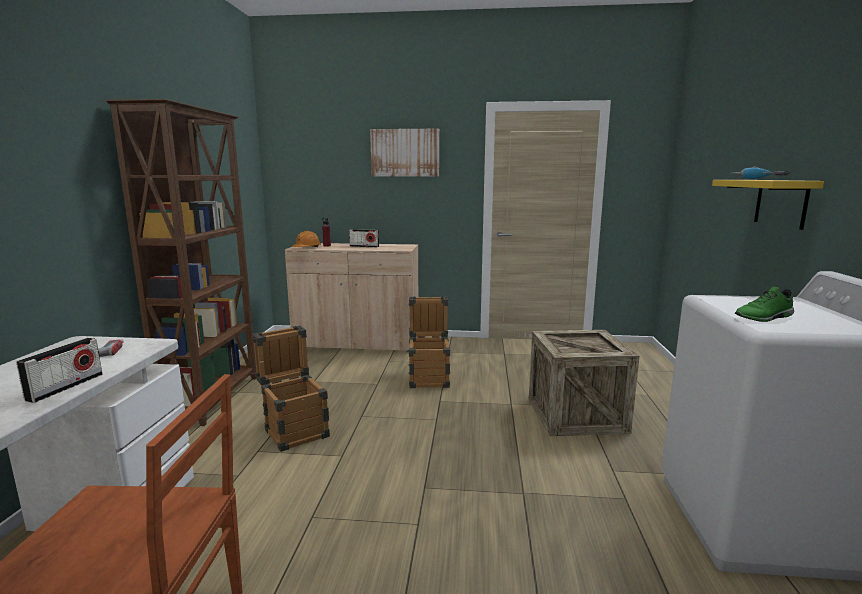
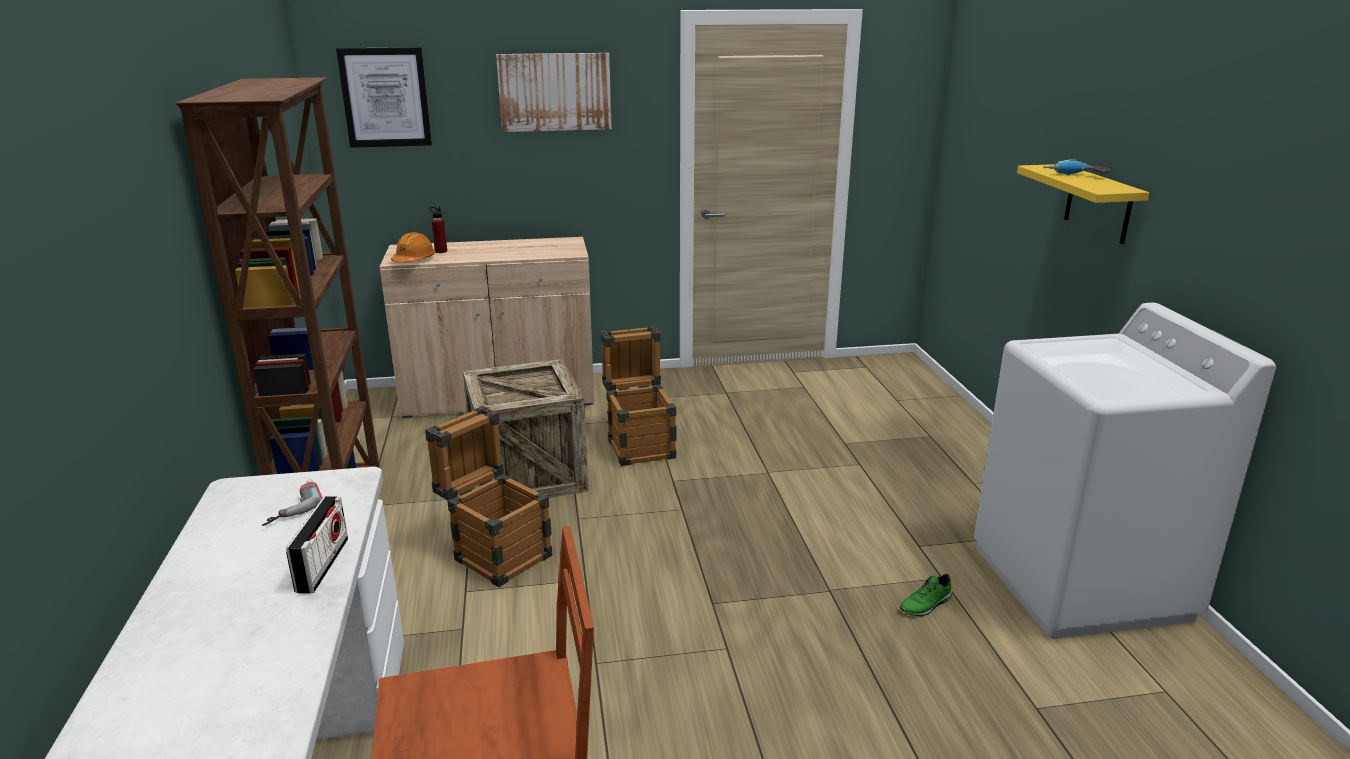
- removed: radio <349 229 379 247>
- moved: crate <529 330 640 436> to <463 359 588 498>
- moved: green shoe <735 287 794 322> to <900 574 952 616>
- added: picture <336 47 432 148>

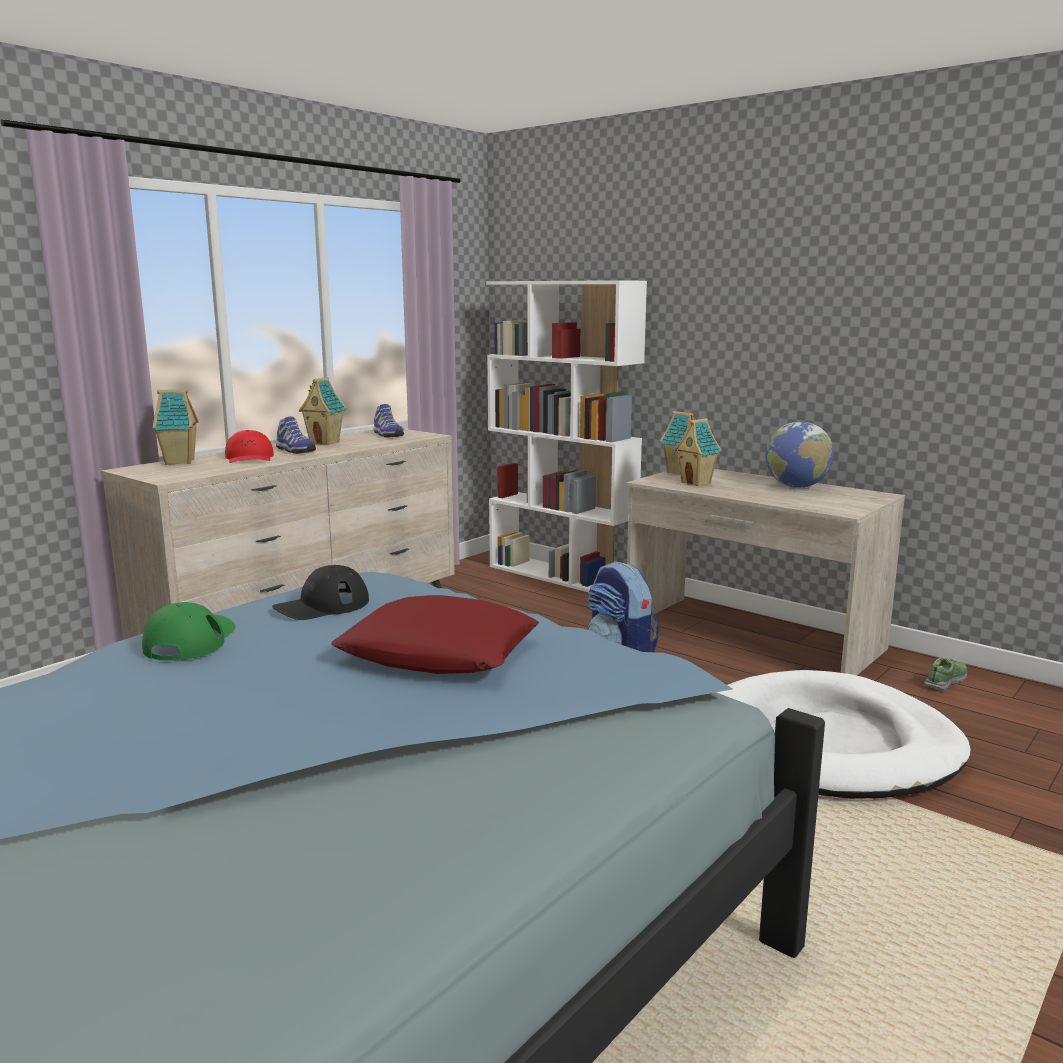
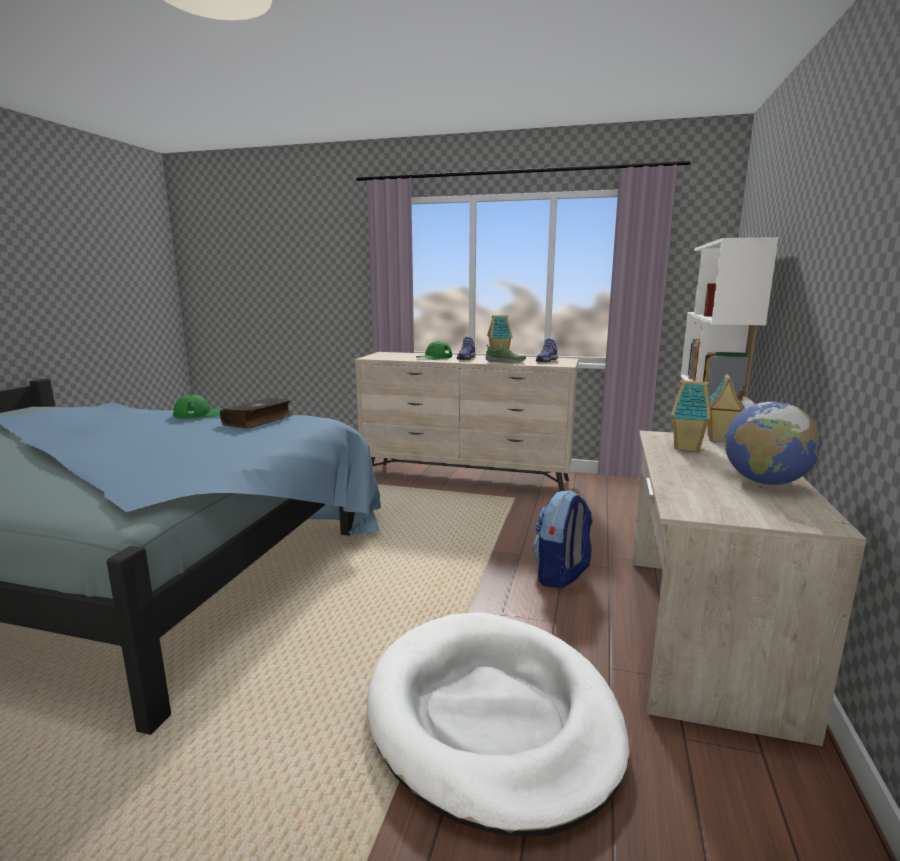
- removed: toy house <153 389 199 465>
- recoloured: red cap <225 430 274 463> to green cap <416 341 452 360>
- replaced: black cap <272 565 369 620> to book <220 398 292 429>
- removed: red pillow <331 595 539 674>
- moved: shoe <924 658 967 691> to <485 344 526 363>

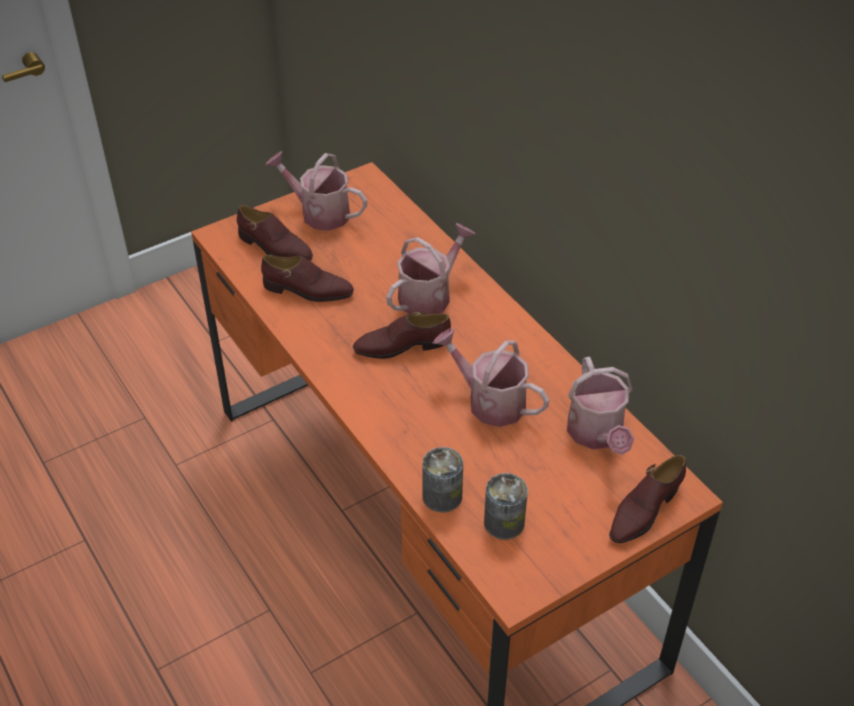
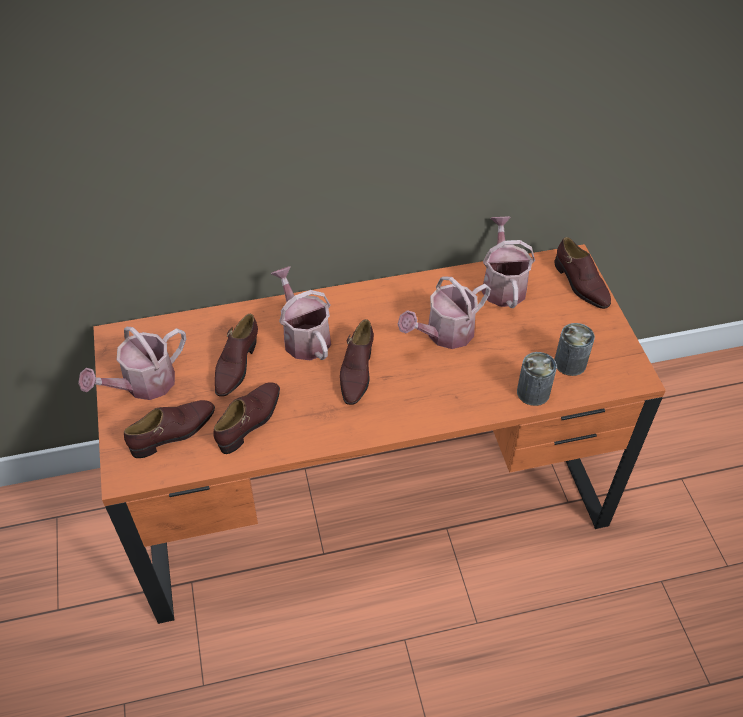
- turned: watering can <567 357 634 455> = <482 216 535 308> 105 degrees counterclockwise
- added: brown shoe <215 314 258 397>

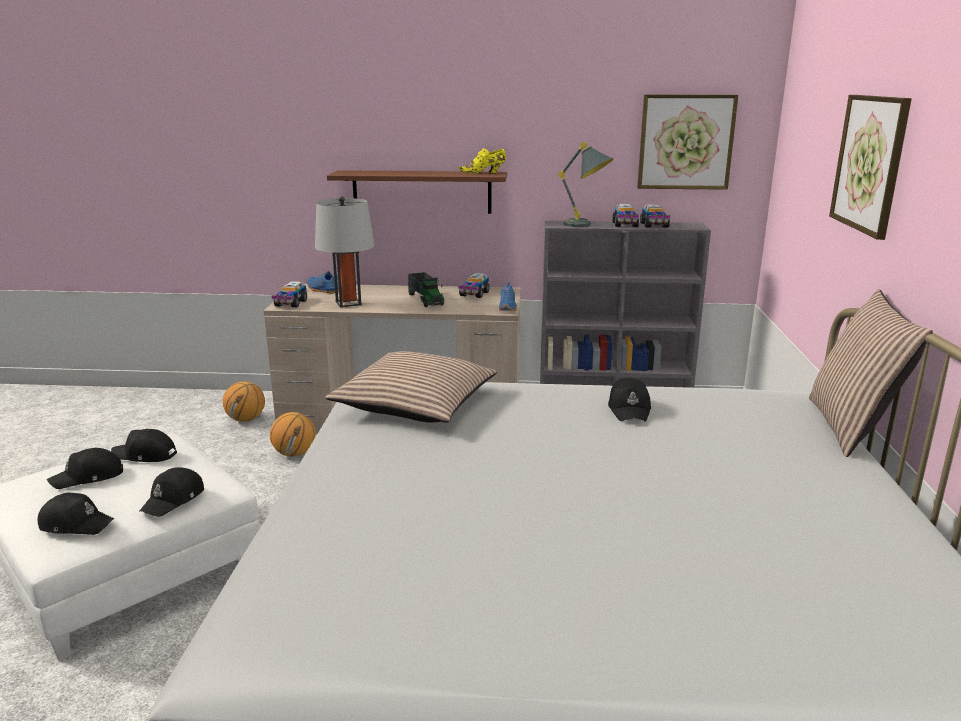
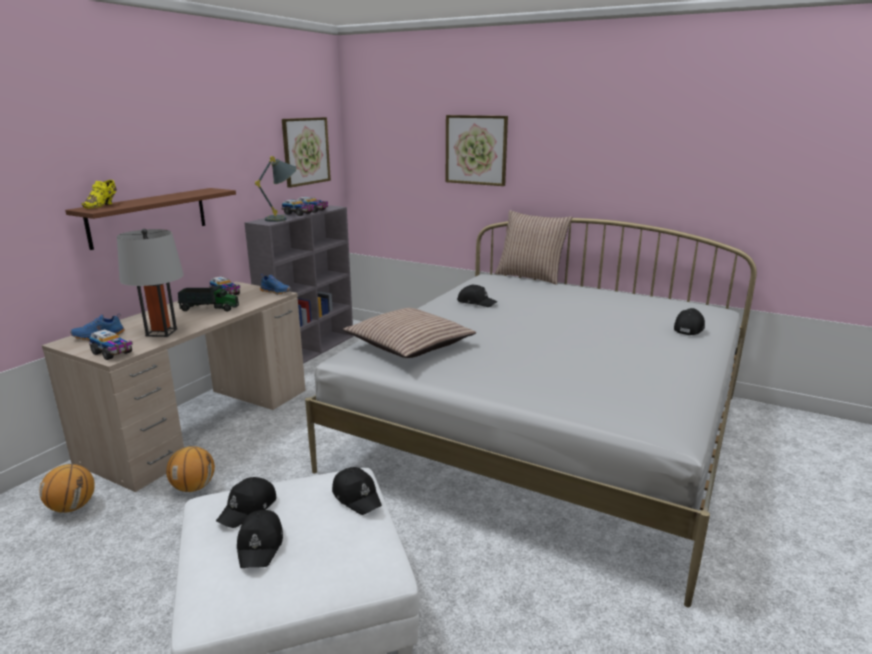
- moved: black cap <38 493 114 535> to <674 308 705 335>
- moved: yellow shoe <458 148 506 174> to <81 180 117 208>

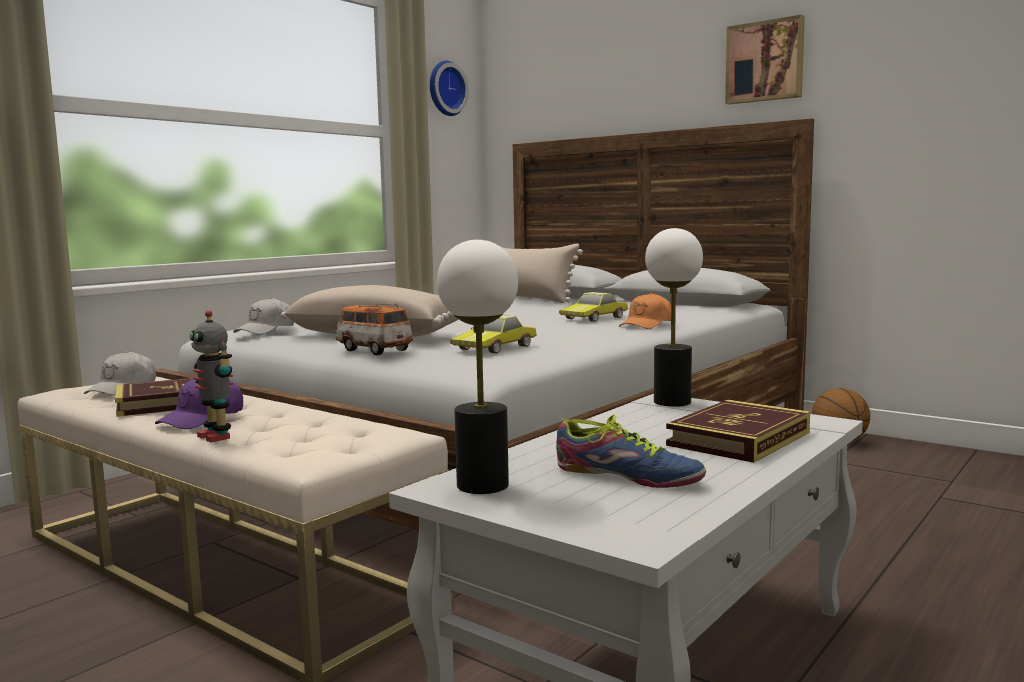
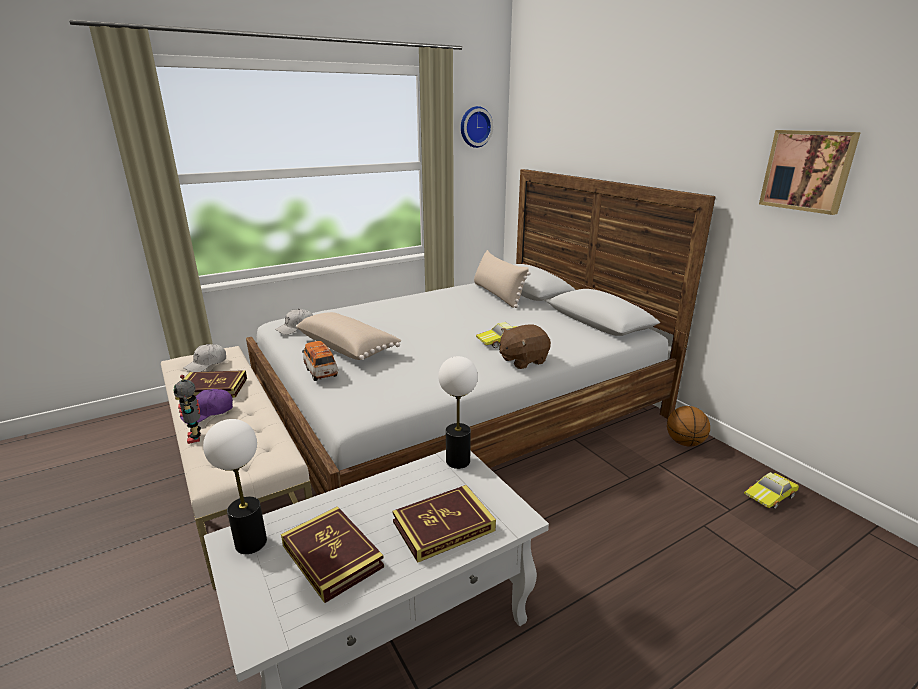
- moved: toy car <450 315 537 353> to <744 472 799 509>
- replaced: shoe <556 415 706 488> to book <281 506 384 603>
- replaced: orange cap <619 293 671 329> to brown plush toy <499 324 551 369>
- moved: picture <725 15 805 104> to <759 130 861 215>

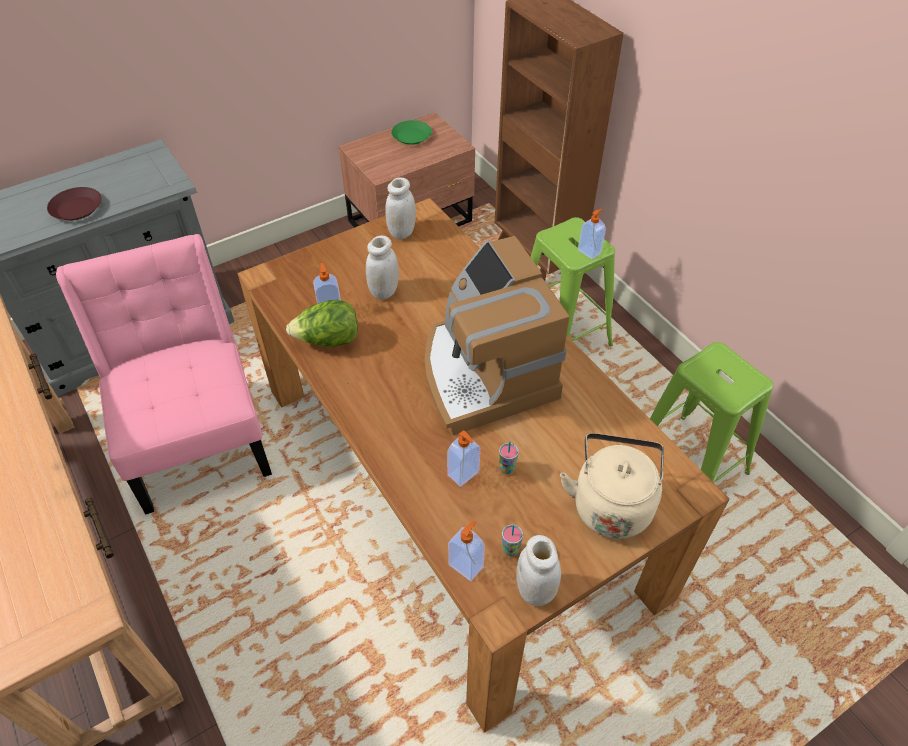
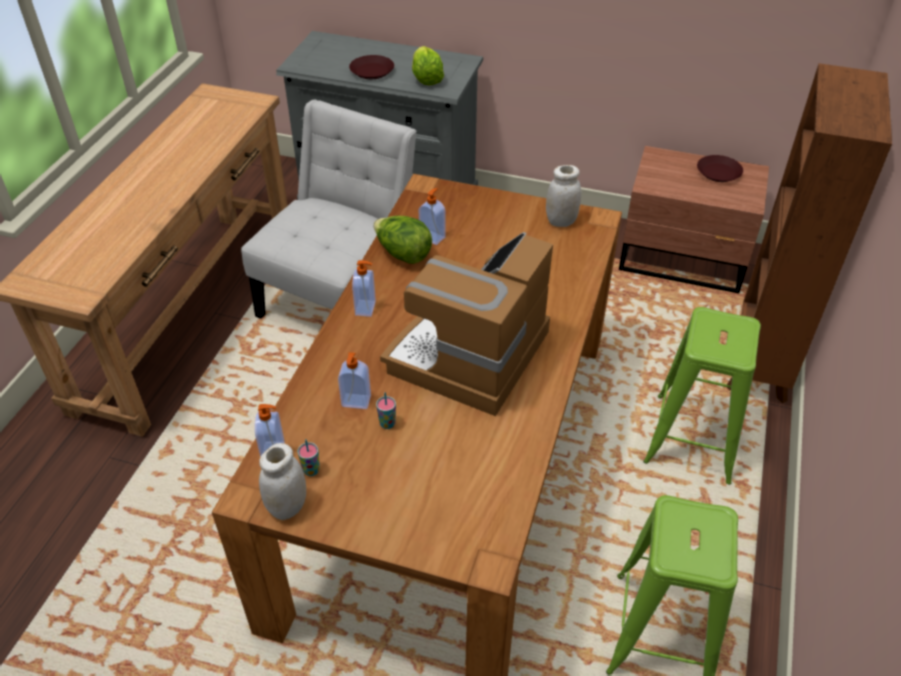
- recoloured: pink chair <56 234 272 514> to white chair <241 99 417 319>
- removed: white jar <366 235 399 300>
- recoloured: green plate <391 120 432 145> to brown plate <697 155 743 182>
- removed: beige kettle <560 433 664 539>
- moved: soap dispenser <578 209 606 259> to <352 260 376 317>
- added: lettuce <412 46 444 85>

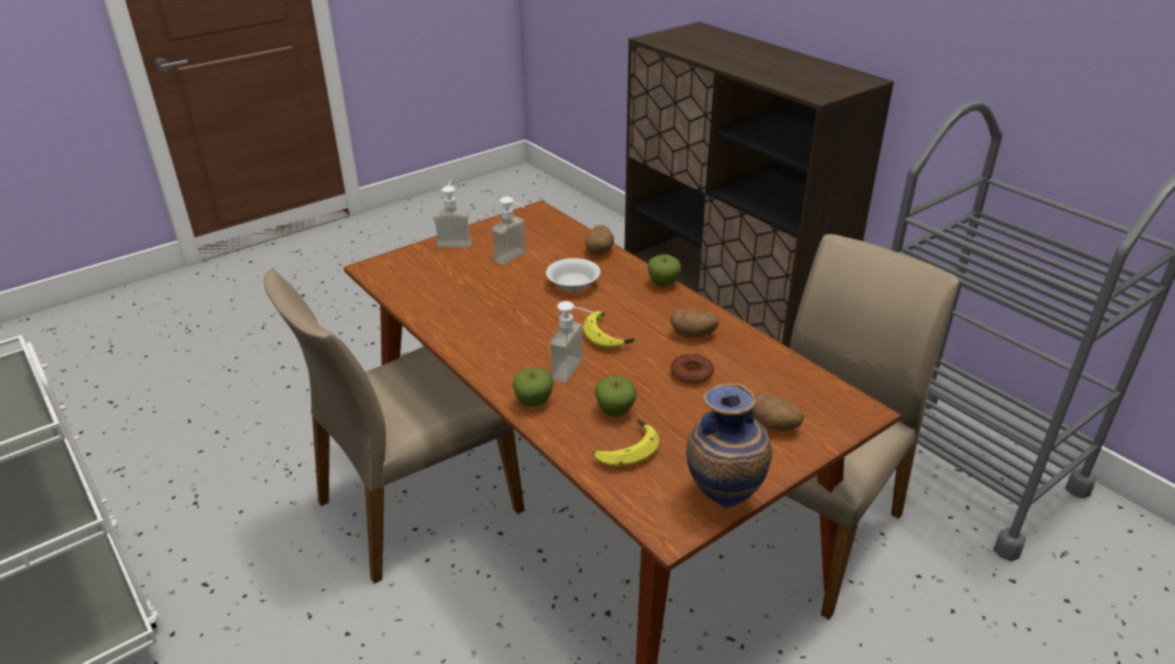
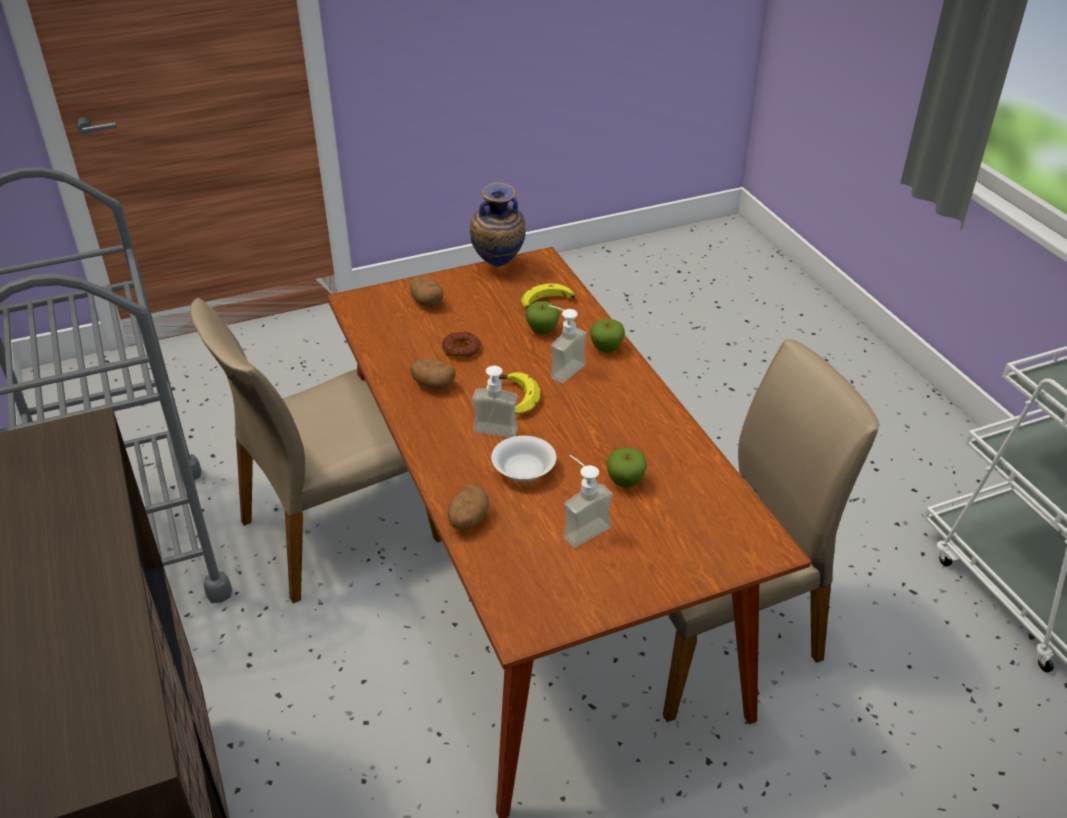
- moved: soap dispenser <433 180 472 248> to <472 366 518 438>
- moved: apple <648 255 681 287> to <606 447 647 487>

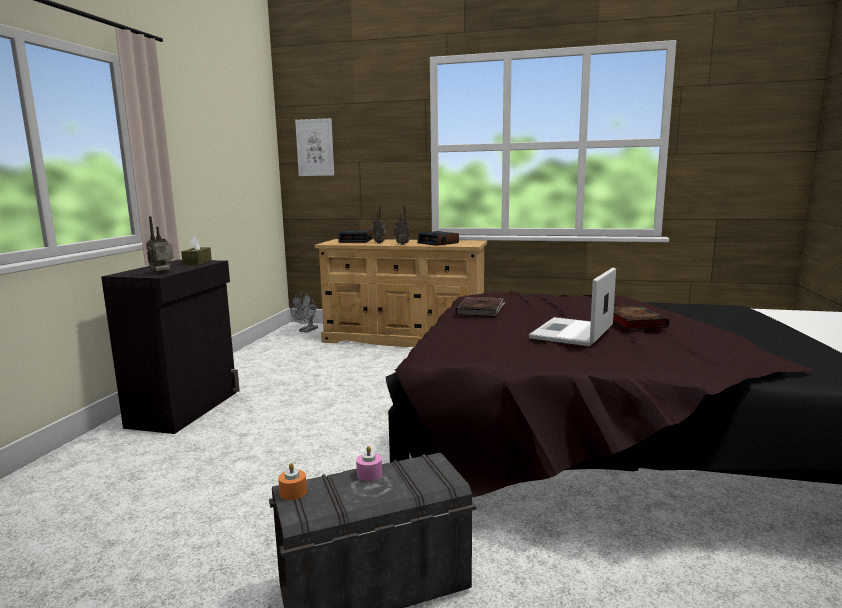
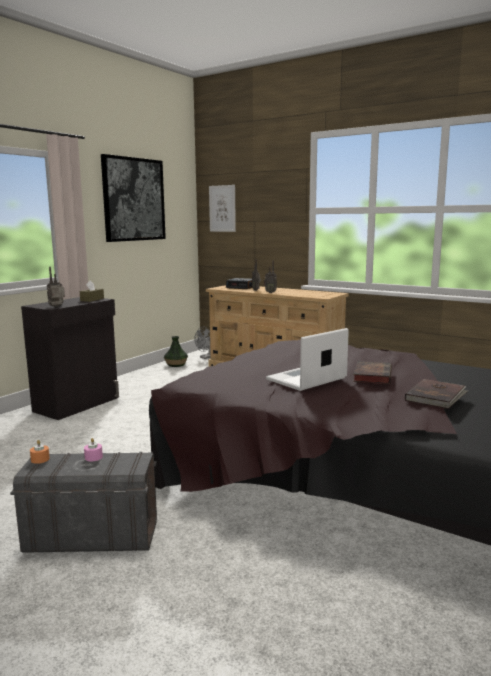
- removed: alarm clock <417 231 459 246>
- moved: brown book <455 297 506 317> to <405 379 468 409>
- added: picture <101 154 166 242>
- added: vase <164 336 188 367>

